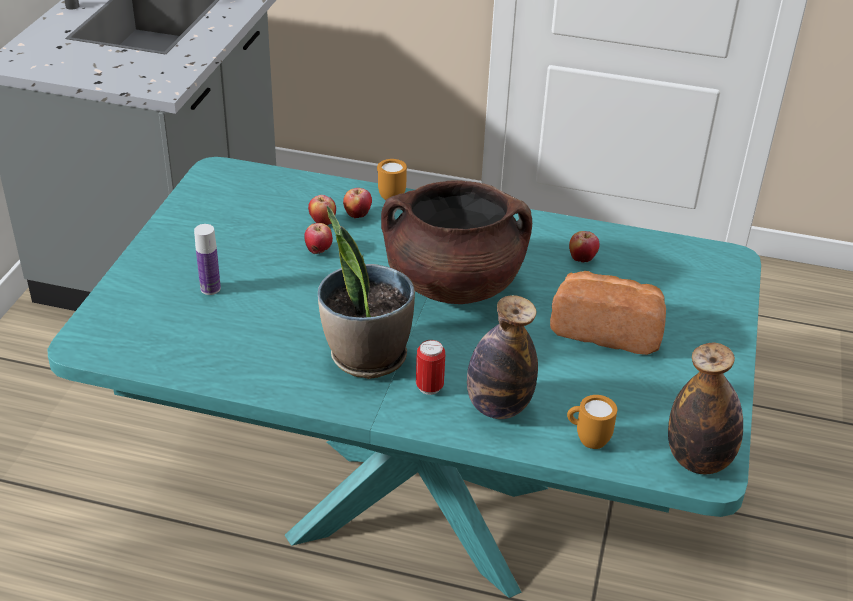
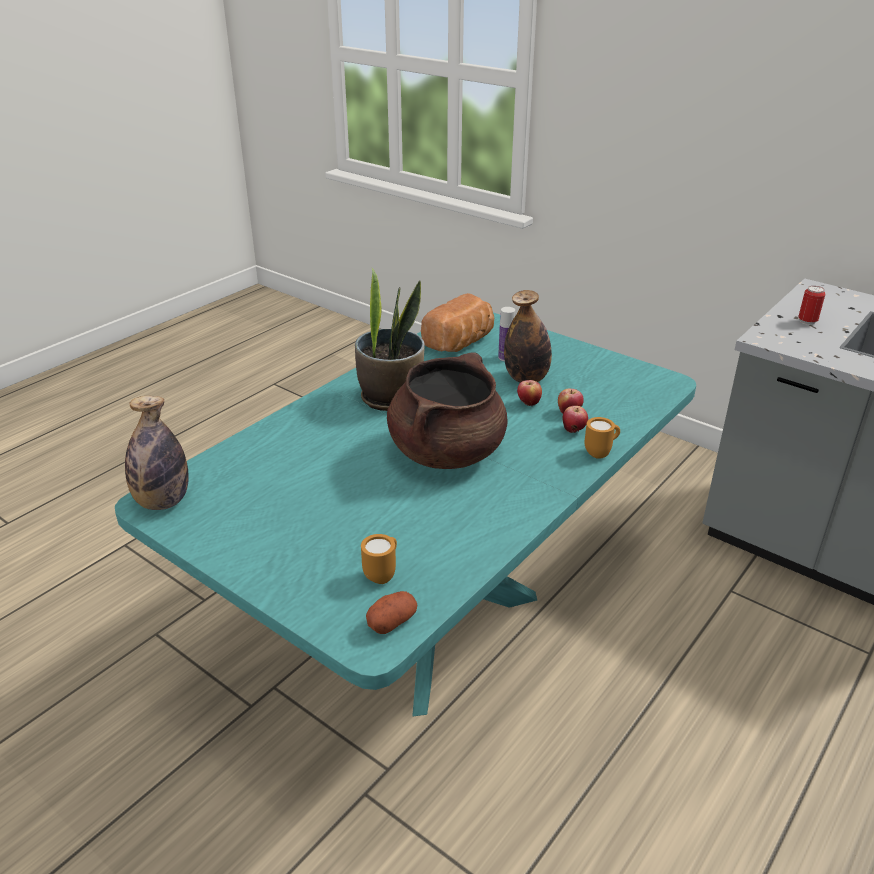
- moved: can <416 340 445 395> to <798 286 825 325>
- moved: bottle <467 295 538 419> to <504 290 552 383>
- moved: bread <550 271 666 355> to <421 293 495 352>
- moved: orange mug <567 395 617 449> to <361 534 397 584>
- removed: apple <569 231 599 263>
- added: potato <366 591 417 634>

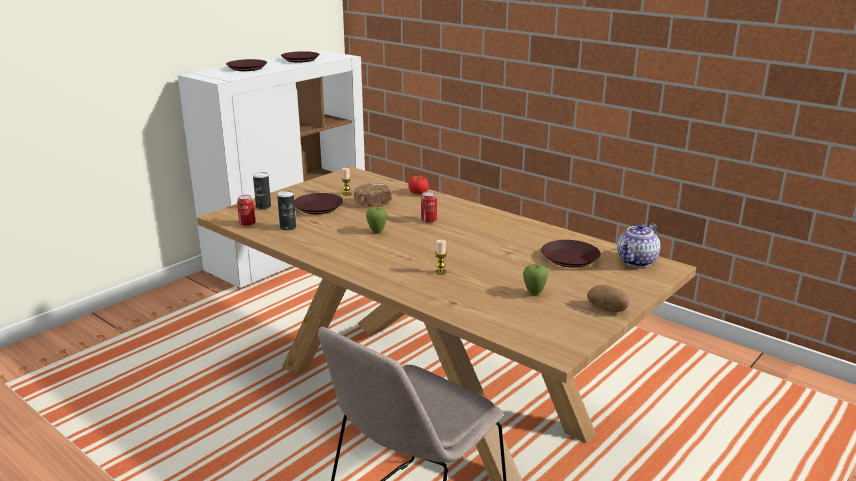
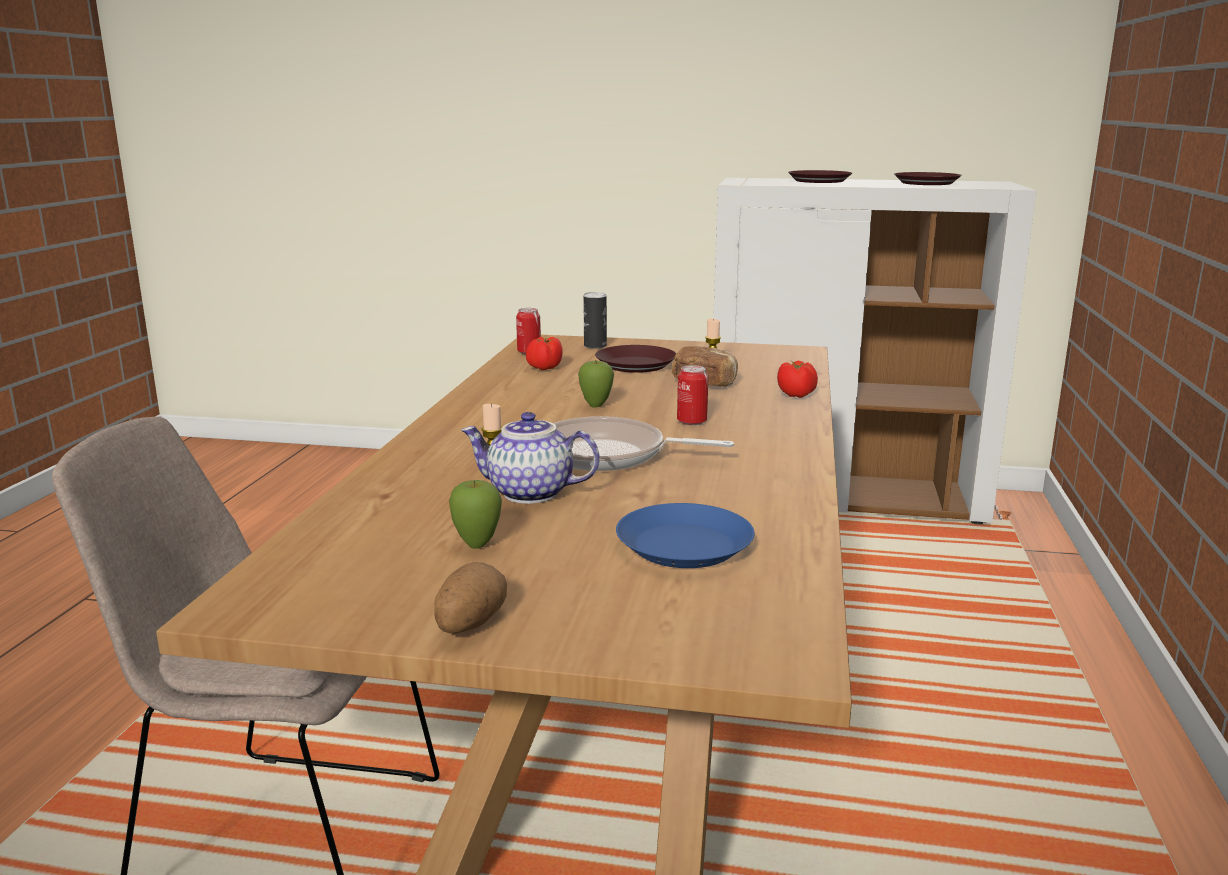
- replaced: can <277 191 296 231> to tomato <526 337 563 370>
- recoloured: brown plate <541 240 600 268> to blue plate <616 503 755 568>
- moved: teapot <617 223 660 267> to <461 412 600 504>
- added: frying pan <554 416 734 471>

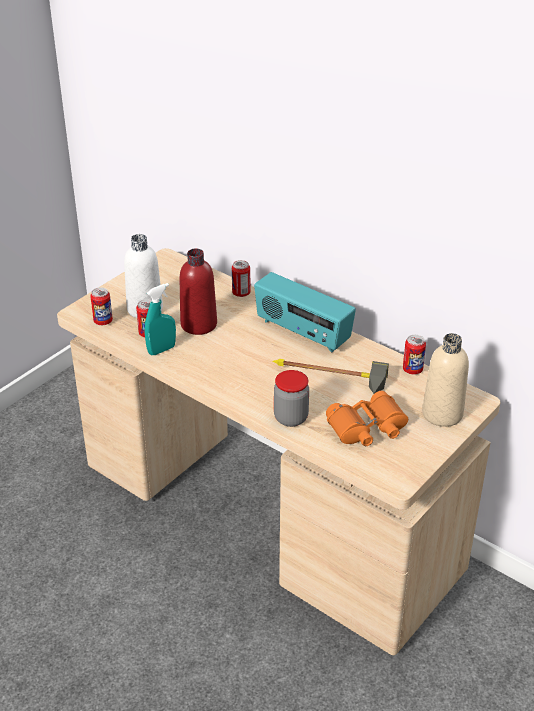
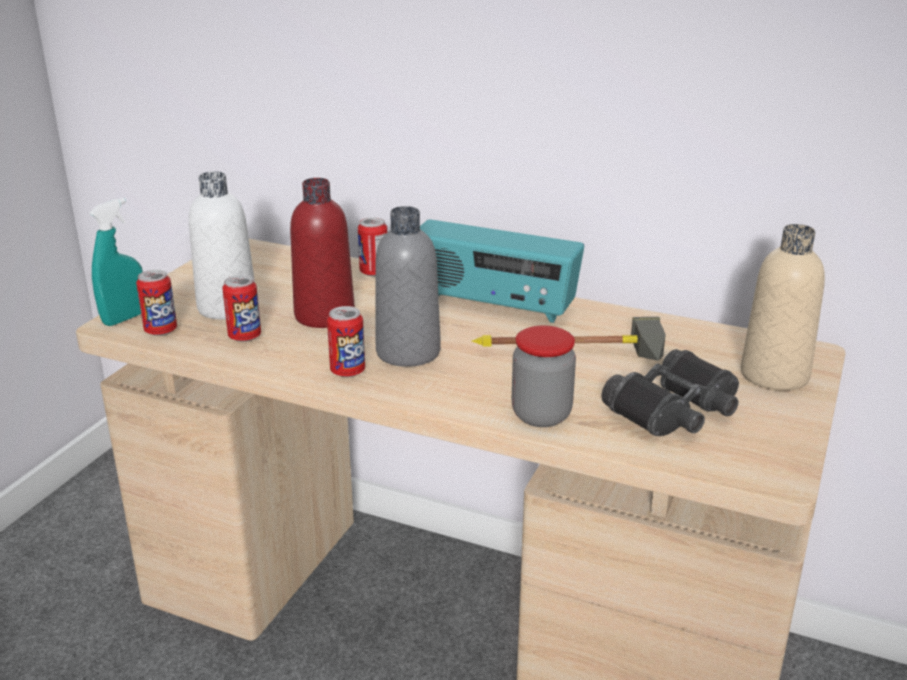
- moved: turquoise spray bottle <145 283 176 355> to <89 198 143 326>
- recoloured: orange binoculars <326 391 408 446> to black binoculars <602 349 739 436>
- moved: can <403 335 426 375> to <327 306 365 377>
- added: grey bottle <375 206 441 367>

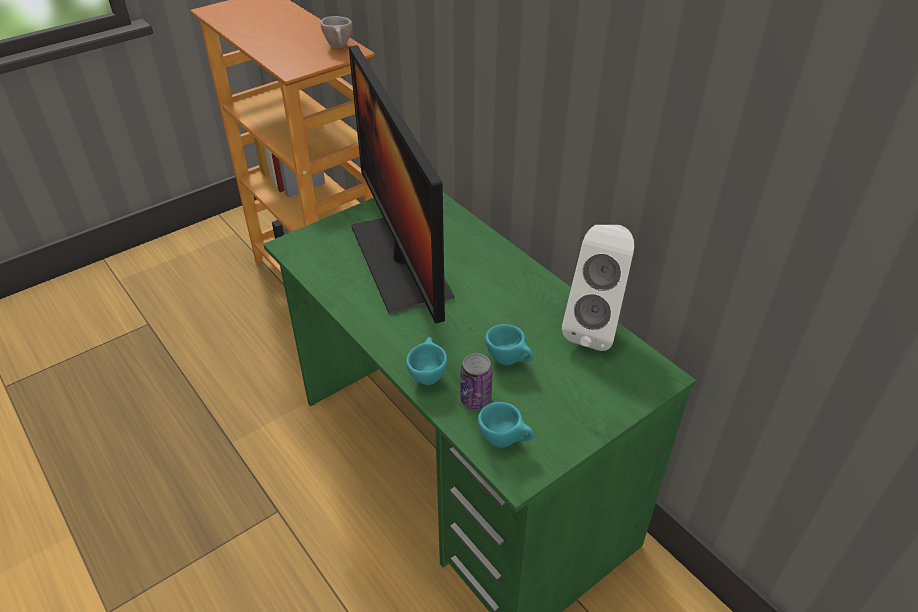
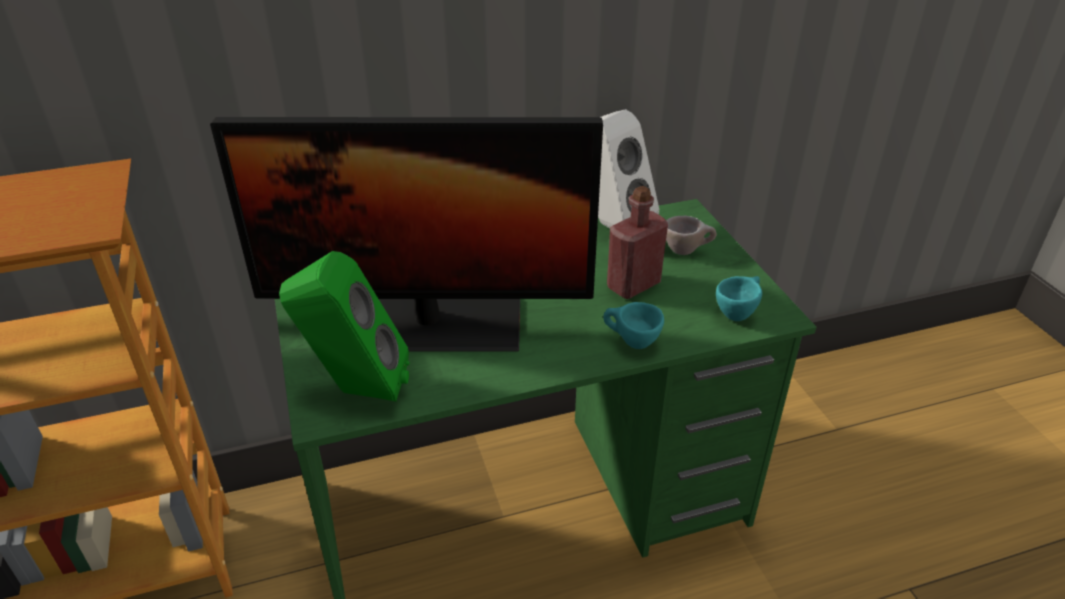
- moved: beige cup <321 16 352 48> to <666 216 716 255>
- removed: can <460 353 493 409>
- replaced: turquoise cup <485 324 534 365> to red bottle <607 186 668 299>
- added: green speaker <279 251 409 402>

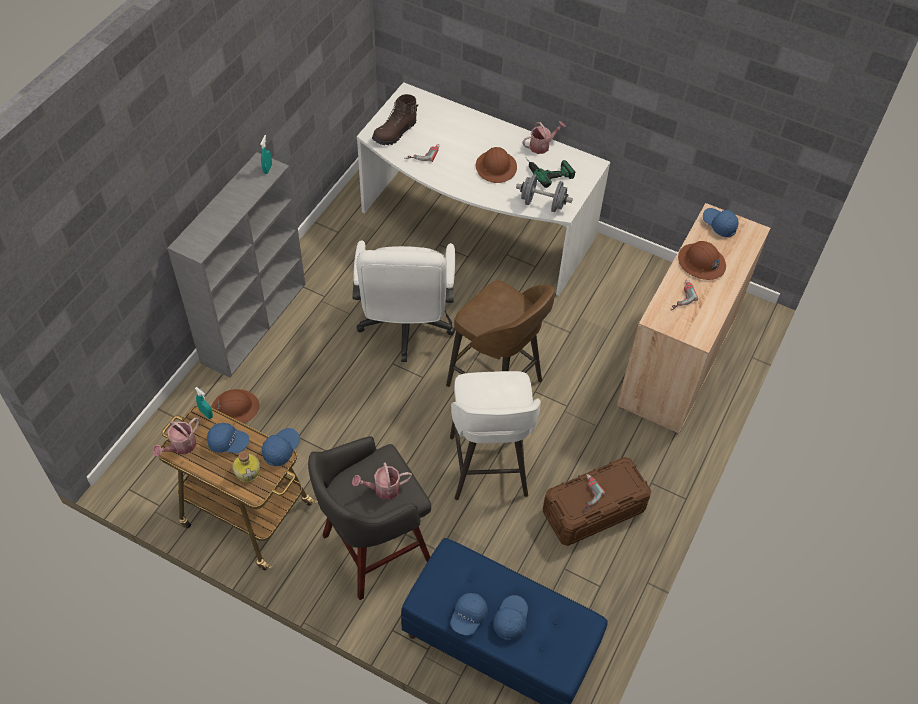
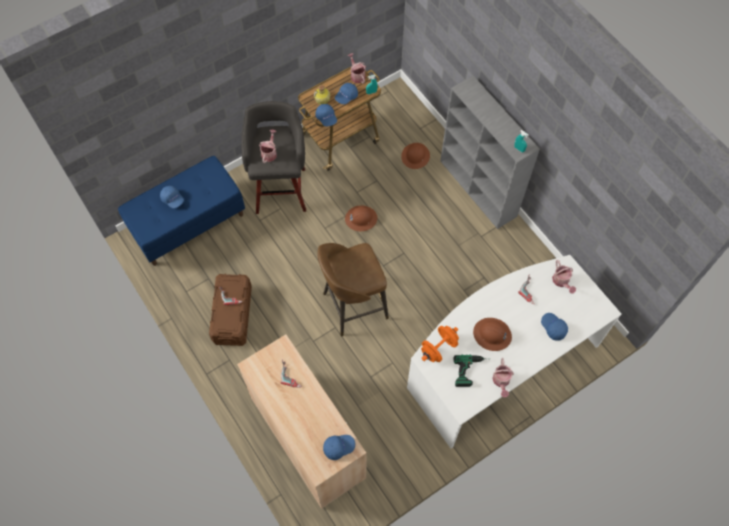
- removed: white office chair <353 240 455 362>
- replaced: brown boot <372 94 418 145> to watering can <552 260 576 294>
- removed: white stool <450 371 541 500>
- moved: blue cap <450 593 488 635> to <541 313 568 341>
- recoloured: grey dumbbell <516 174 573 212> to orange dumbbell <421 326 459 362>
- moved: brown hard hat <678 241 726 280> to <345 206 378 231>

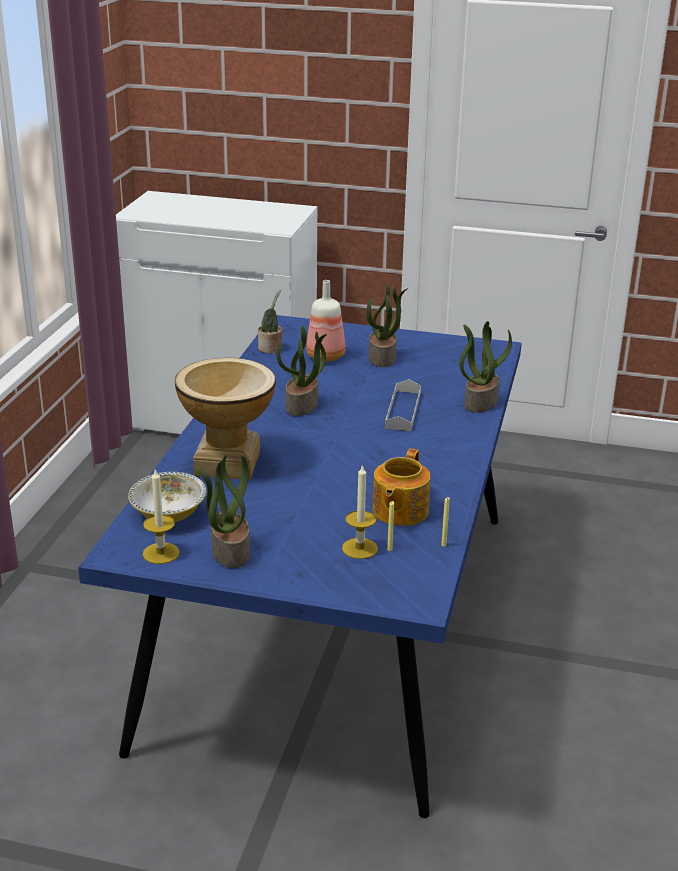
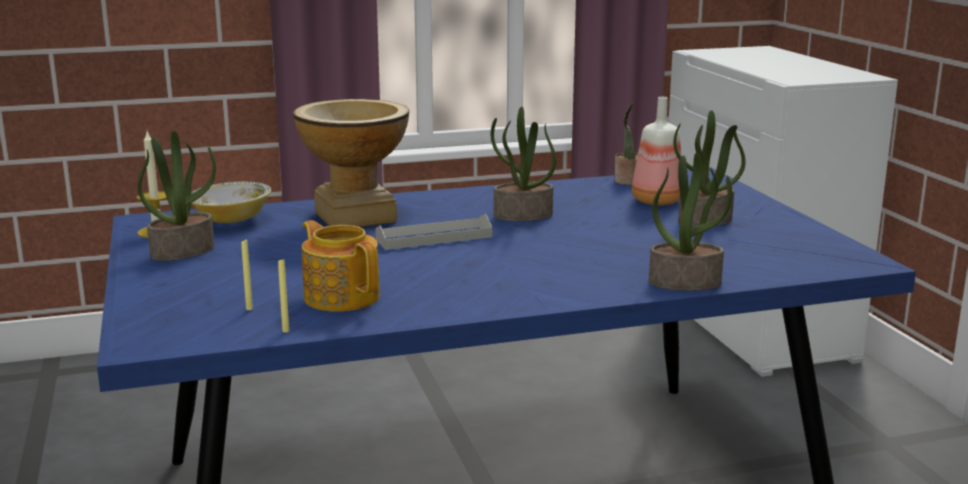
- removed: candle <342 464 378 559>
- turned: teapot <372 448 430 526> = <302 220 380 311> 60 degrees clockwise
- moved: grey tray <385 379 421 431> to <375 214 492 250>

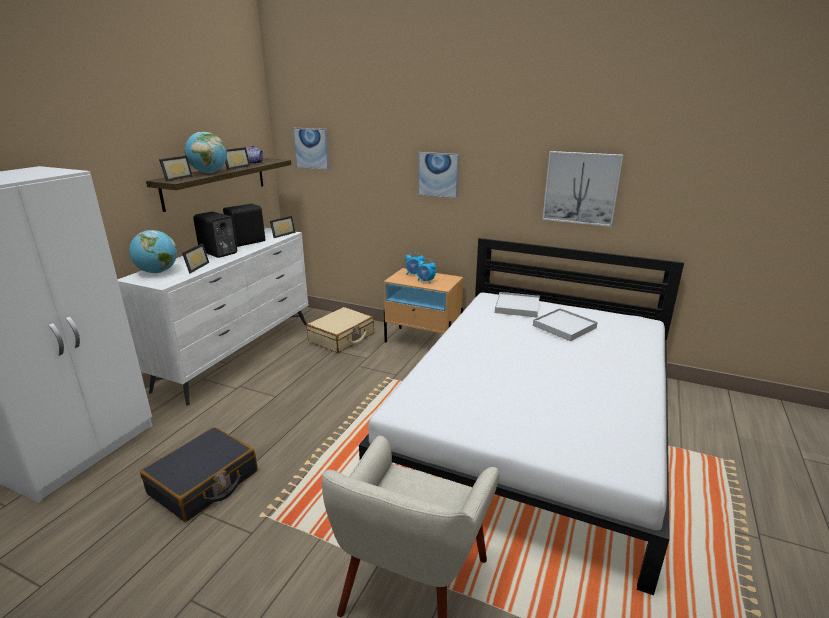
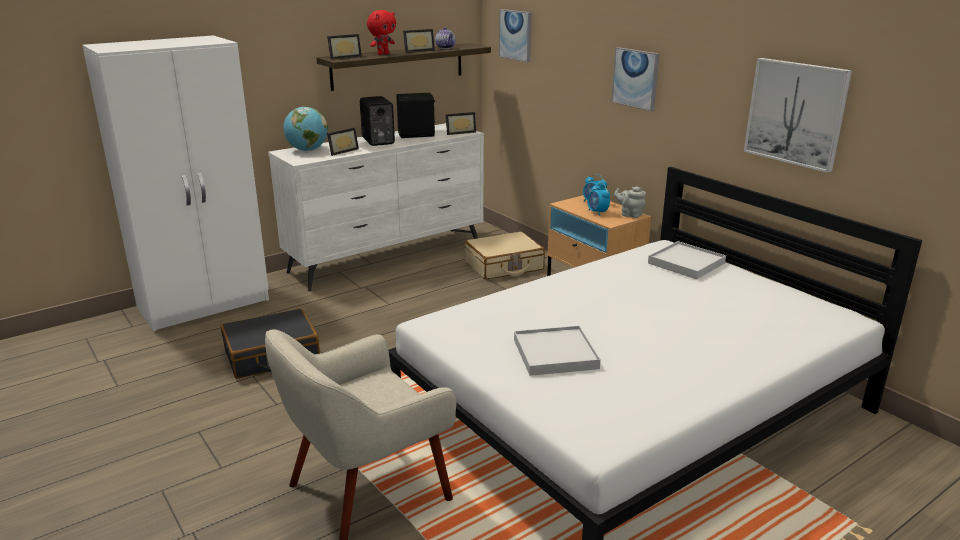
- replaced: globe <184 132 227 173> to red plush toy <367 10 396 55>
- moved: white tray <533 308 598 341> to <514 326 601 376>
- added: grey teapot <614 186 646 218>

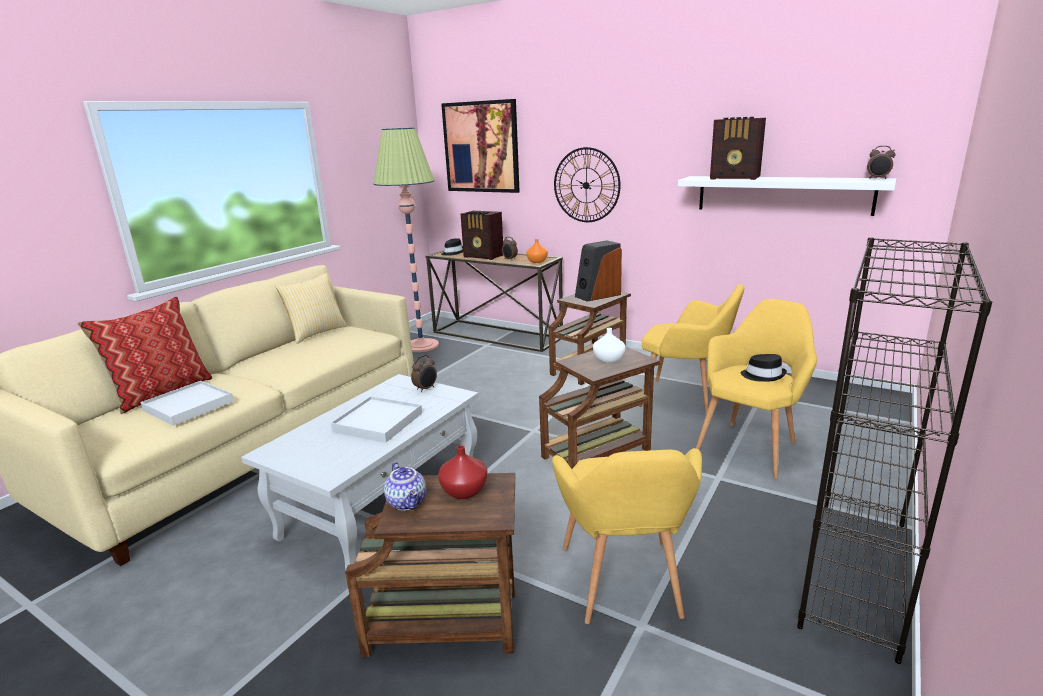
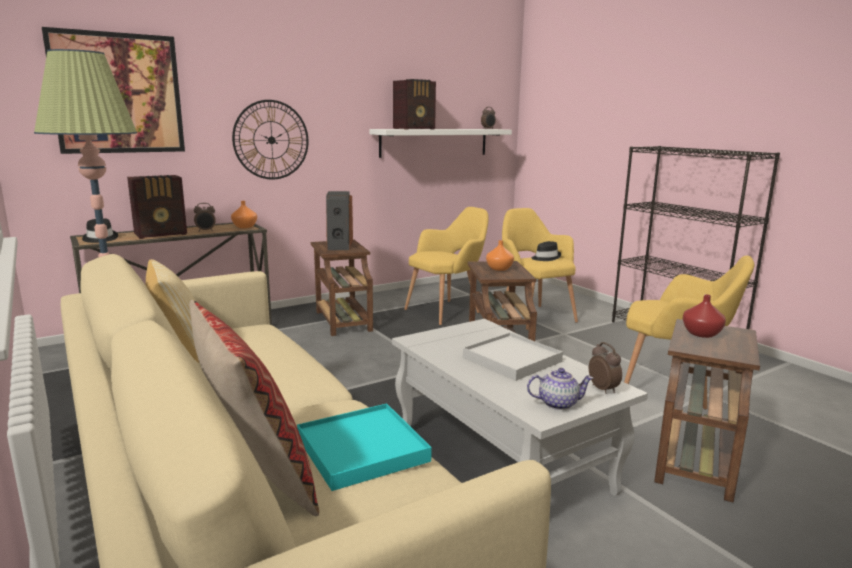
- recoloured: white tray <140 381 234 426> to turquoise tray <297 404 432 491>
- moved: teapot <384 462 426 511> to <527 368 593 410>
- moved: alarm clock <411 355 437 392> to <589 342 622 394>
- recoloured: white vase <593 328 626 363> to orange vase <486 240 514 271>

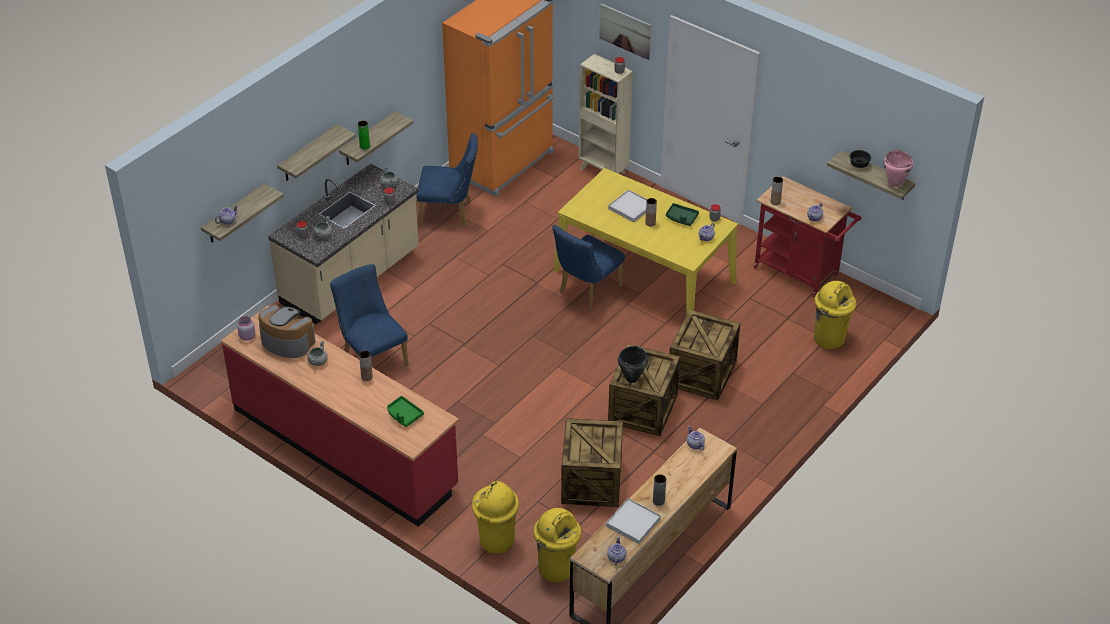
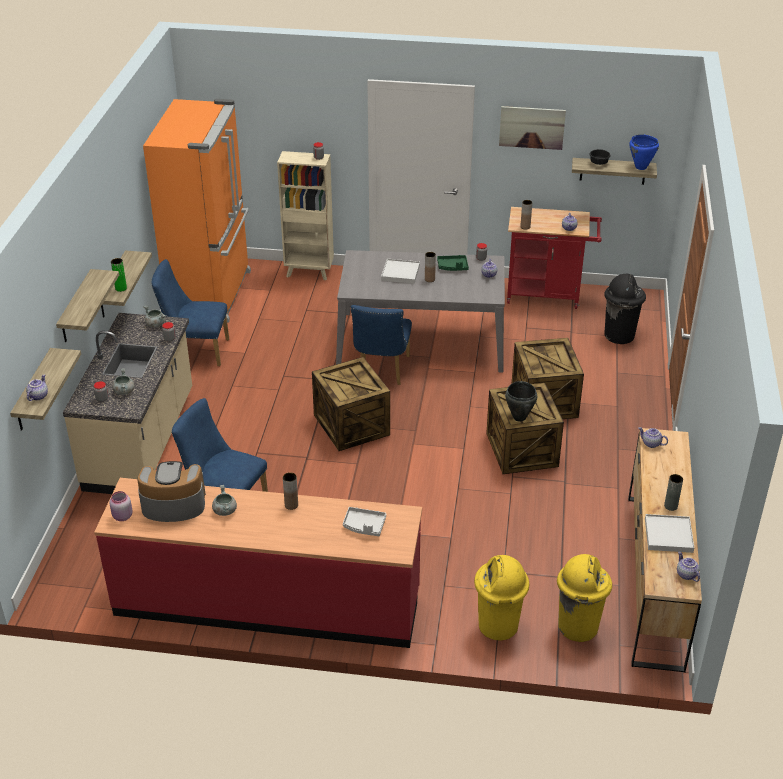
- recoloured: green tray <387 396 424 427> to grey tray <343 507 386 536>
- turned: blue chair <416 133 478 226> = <151 259 229 366> 150 degrees counterclockwise
- recoloured: yellow dining table <554 168 738 315> to grey dining table <336 250 505 373>
- moved: crate <561 418 623 507> to <312 357 390 451>
- moved: picture <599 3 651 60> to <499 106 566 150>
- recoloured: yellow trash can <814 281 856 349> to black trash can <604 274 646 344>
- recoloured: pink cooking pot <884 150 913 187> to blue cooking pot <630 134 659 170>

